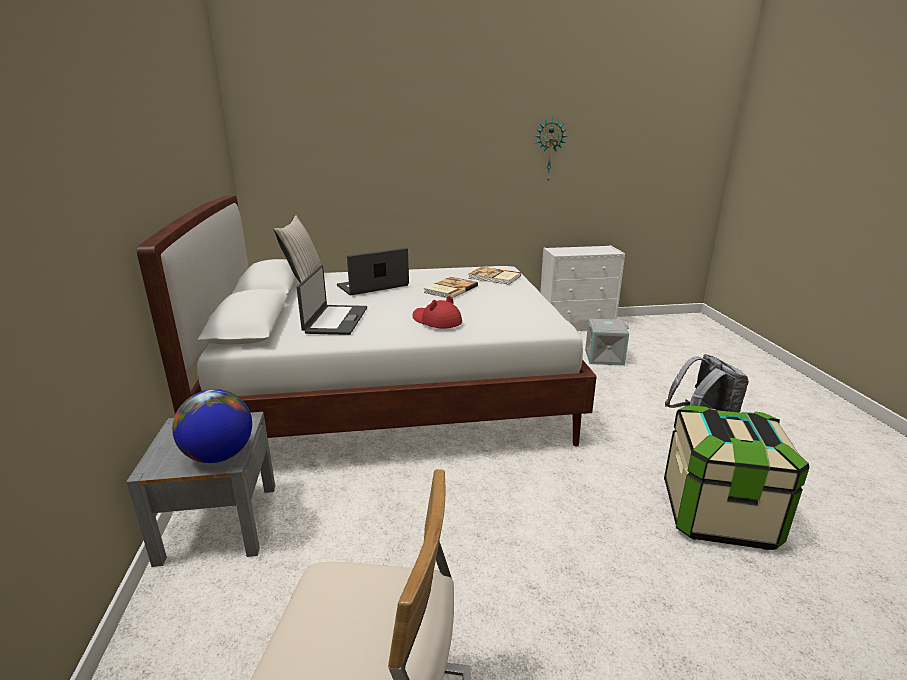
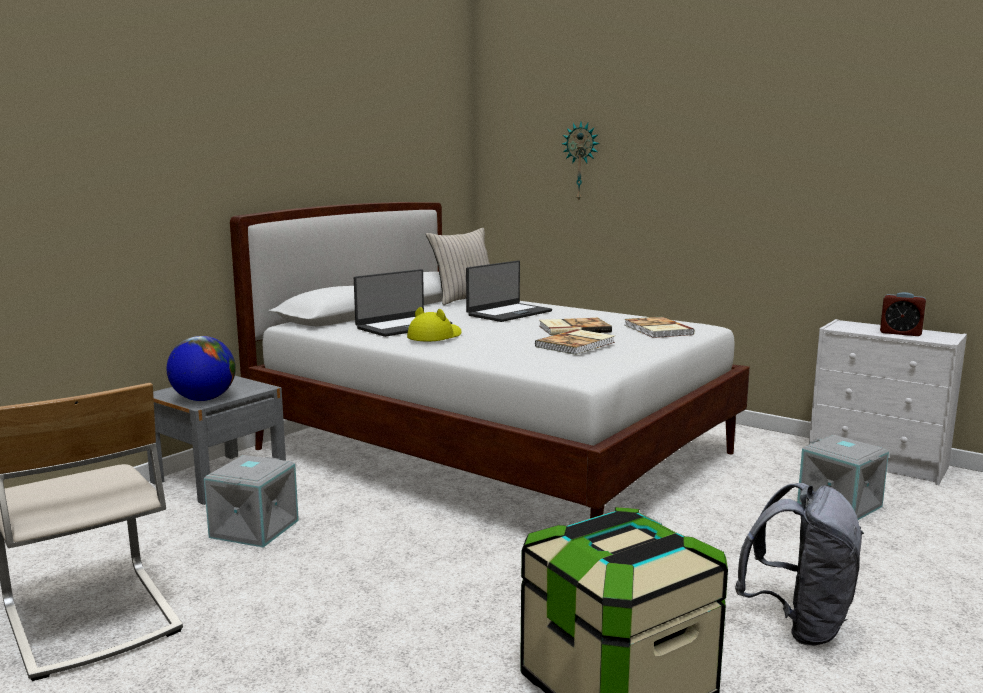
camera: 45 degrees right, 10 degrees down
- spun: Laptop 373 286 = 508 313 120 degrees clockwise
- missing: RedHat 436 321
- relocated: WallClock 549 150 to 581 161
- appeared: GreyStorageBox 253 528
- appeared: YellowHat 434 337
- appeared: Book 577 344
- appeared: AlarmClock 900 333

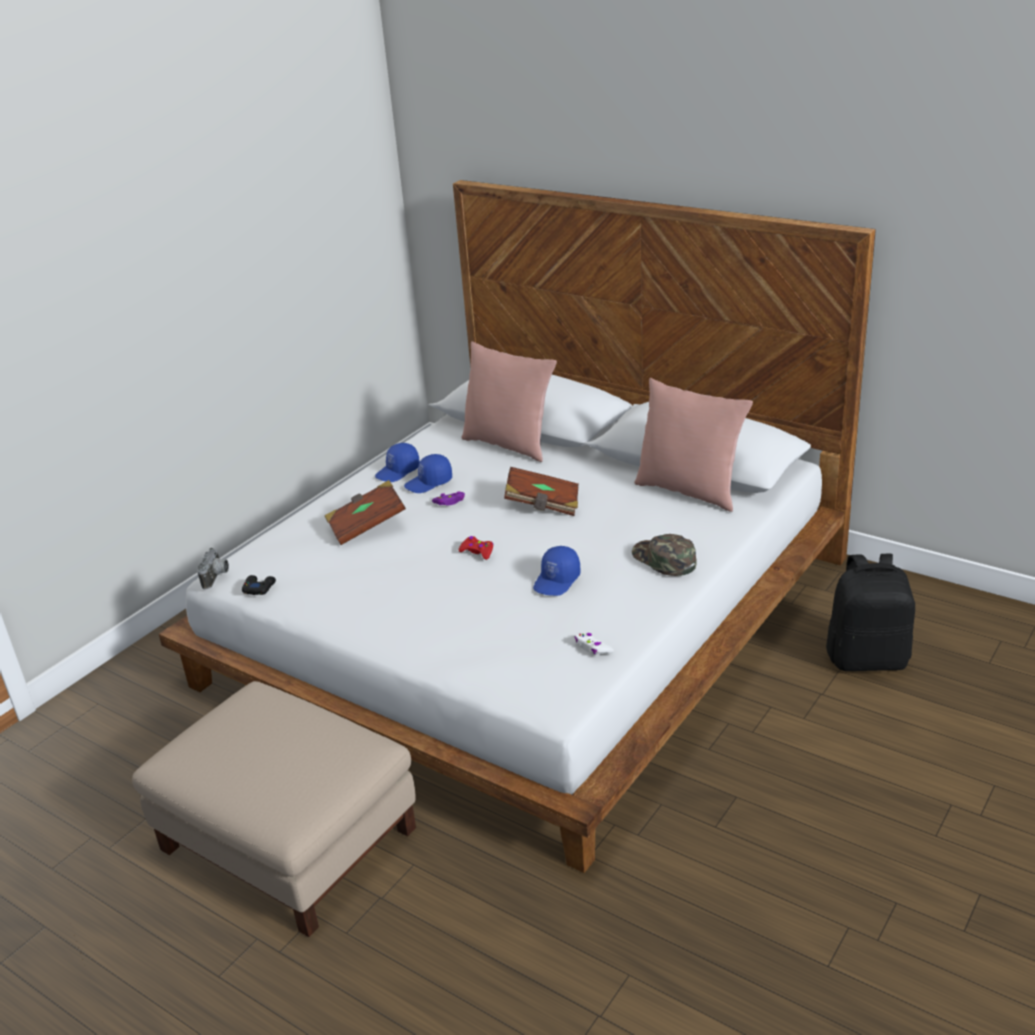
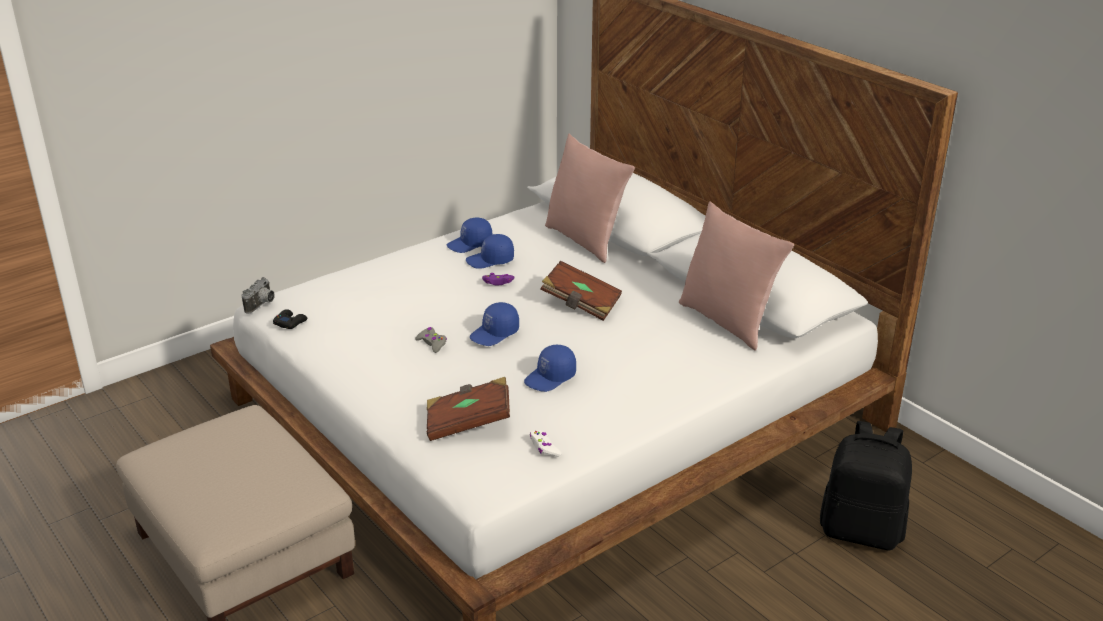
camera: 15 degrees right, 0 degrees up
- relocated: BrownBook 367 526 to 468 423
- exchanged: RedGameController 477 551 to BlueCap 495 334
- missing: GreenCap 663 560
- appeared: GreyGameController 432 343

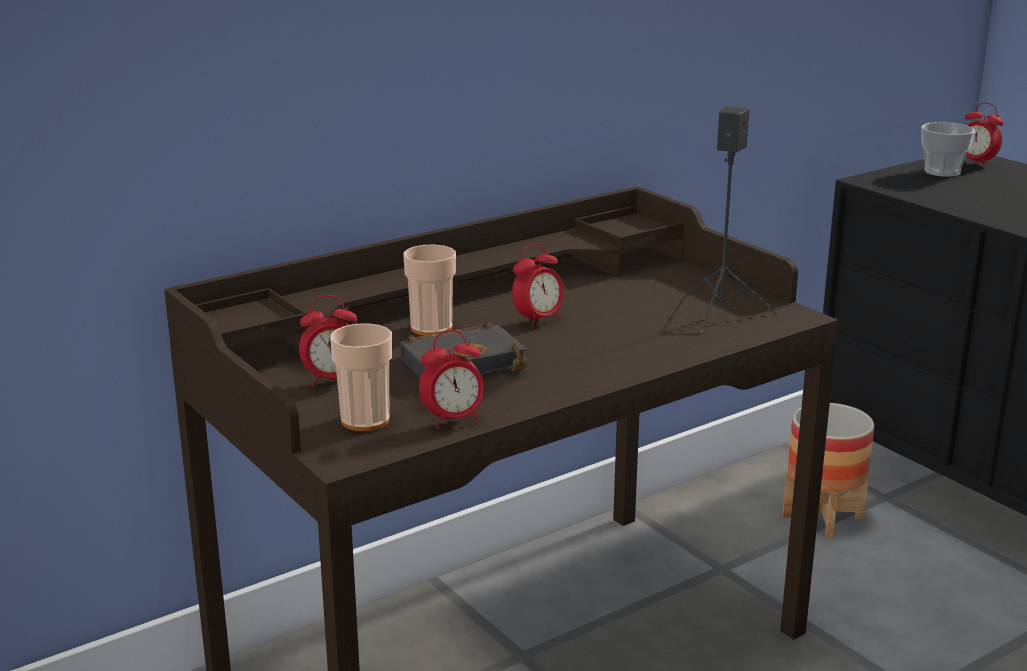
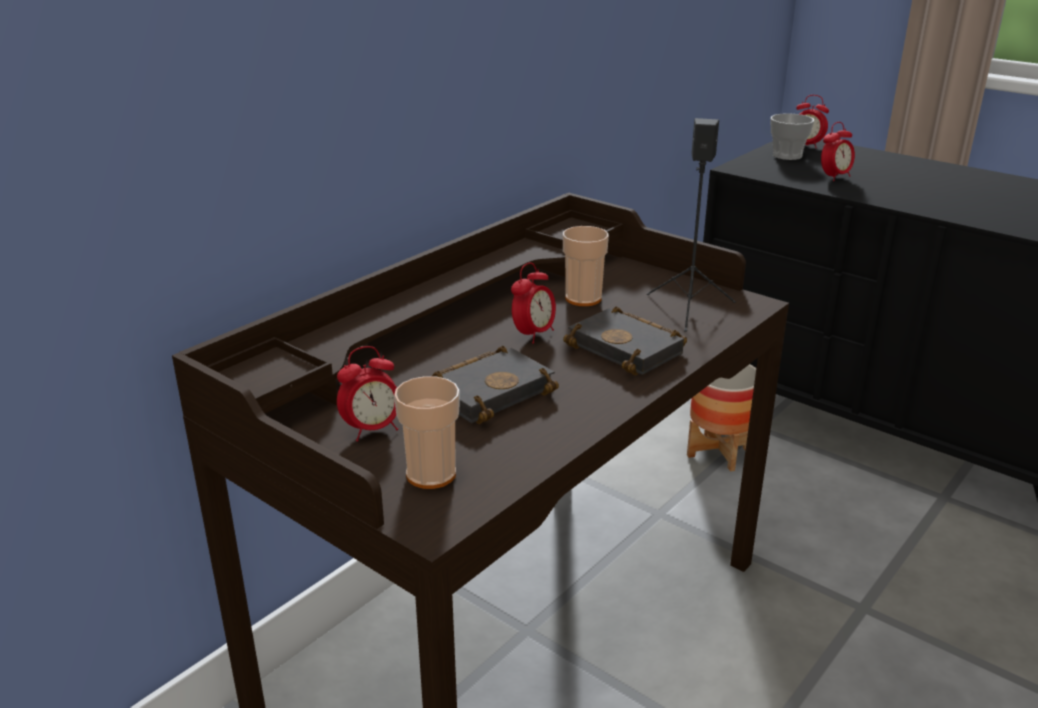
camera: 15 degrees left, 5 degrees up
- relocated: Cup 431 328 to 583 298
- relocated: AlarmClock 453 420 to 834 177
- appeared: BlackBook 629 349

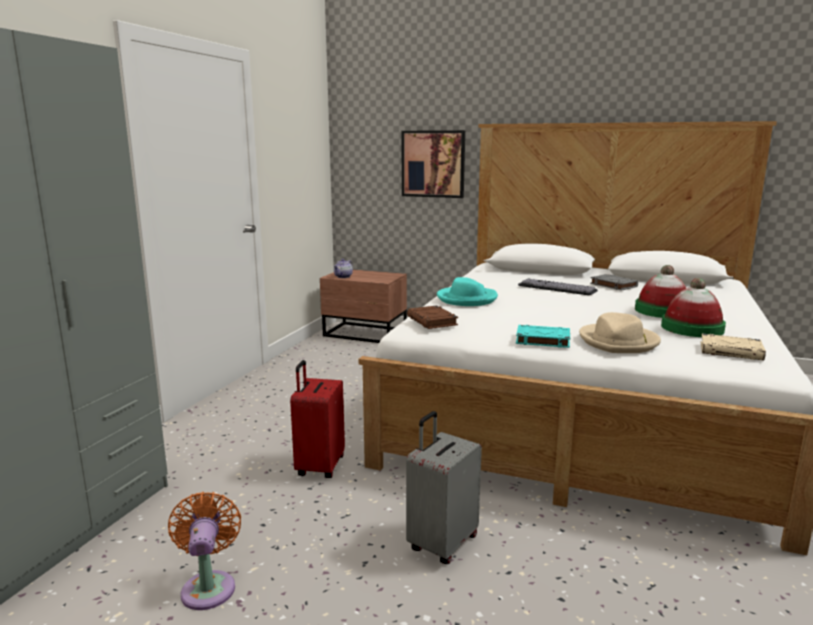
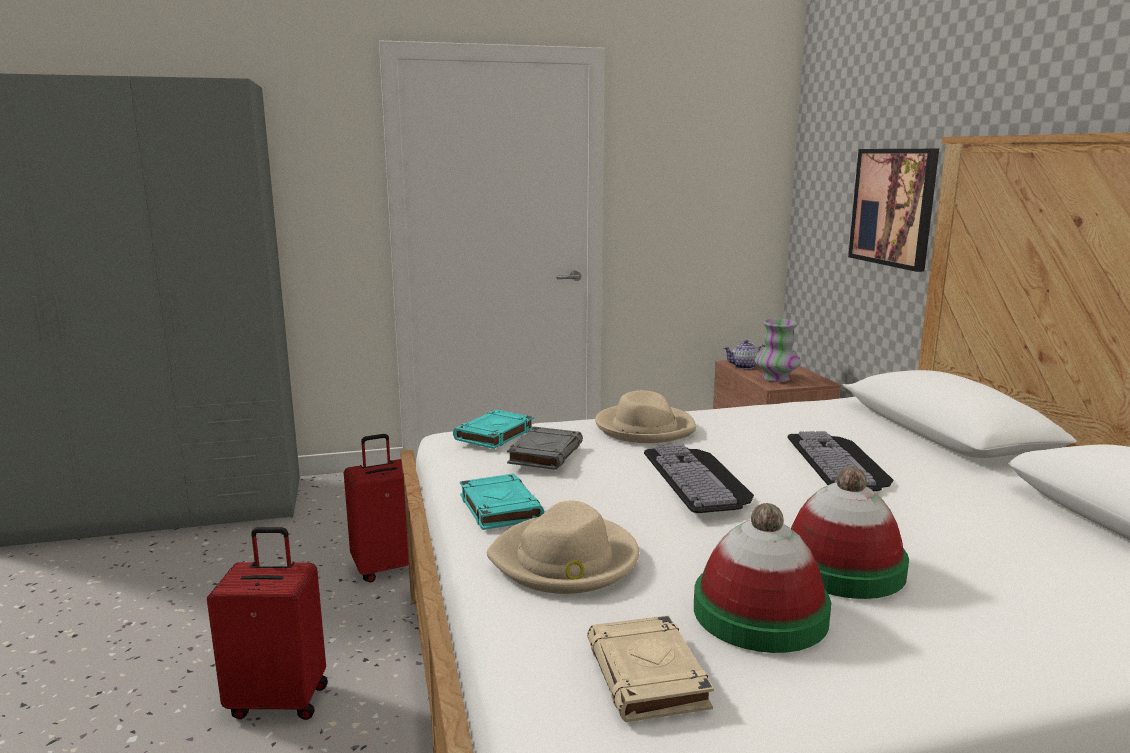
camera: 55 degrees right, 0 degrees up
- missing: OrangeFan 209 586
- colour: GreySuitcase 441 543 to RedSuitcase 279 700
- colour: BrownBook 432 321 to TurquoiseBook 494 434
- colour: TurquoiseHat 466 299 to BeigeHat 644 428
- relocated: GreyBook 612 285 to 545 453
- appeared: Keyboard 699 478
- appeared: Vase 775 378

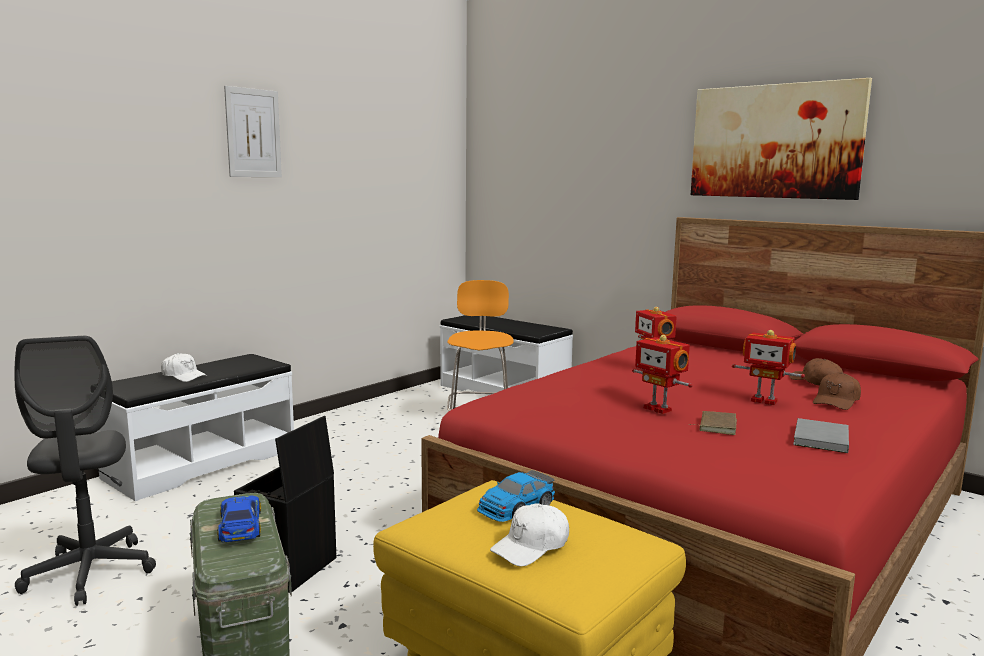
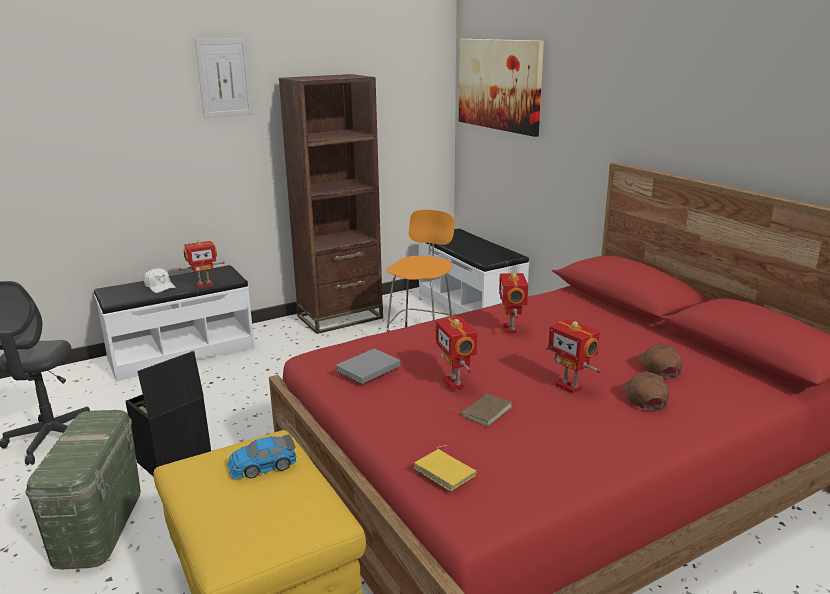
camera: 20 degrees right, 10 degrees up
- missing: ToyCar 240 527
- missing: WhiteCap 531 547
- relocated: Picture 774 141 to 499 84
- relocated: GreyBook 819 439 to 366 368
- spun: BrownCap 836 401 = 644 397 120 degrees clockwise
- appeared: ToyRobot 204 284
- appeared: BrownBookcase 340 317
- appeared: YellowBook 446 471

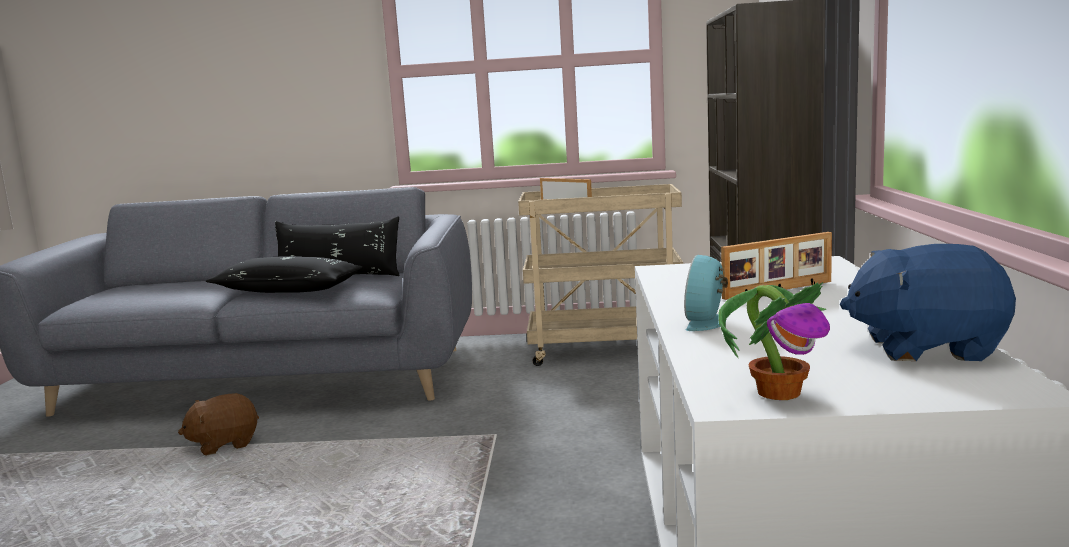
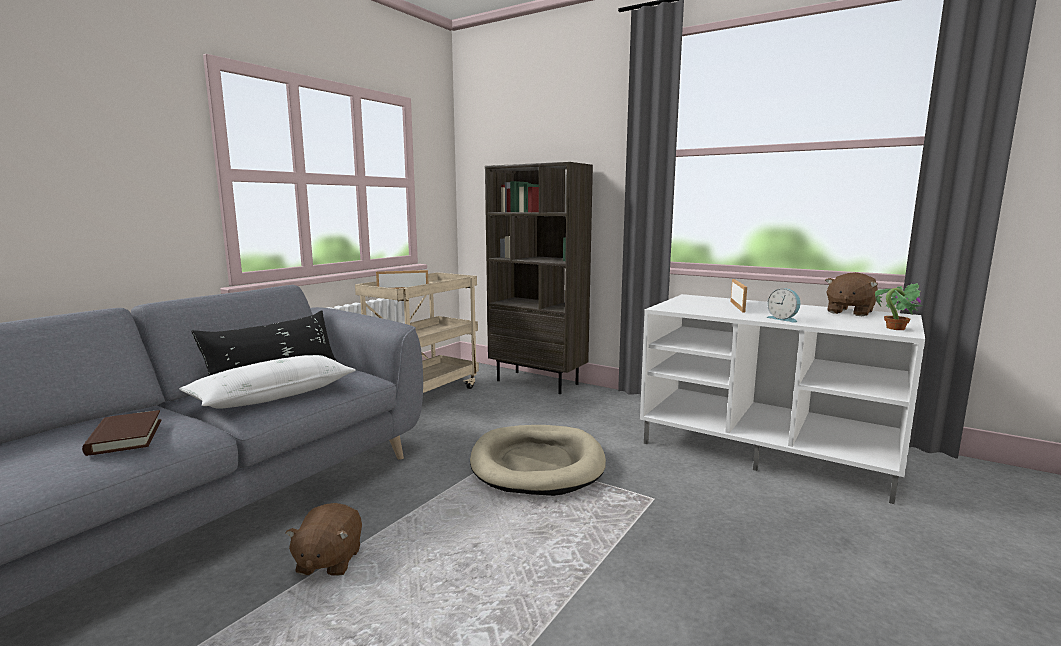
camera: 60 degrees left, 0 degrees up
- colour: BlackPillow 288 290 to WhitePillow 274 395
- colour: BluePlushToy 926 348 to BrownPlushToy 849 312
- appeared: BrownBook 125 437
- appeared: BeigeDogBed 537 464

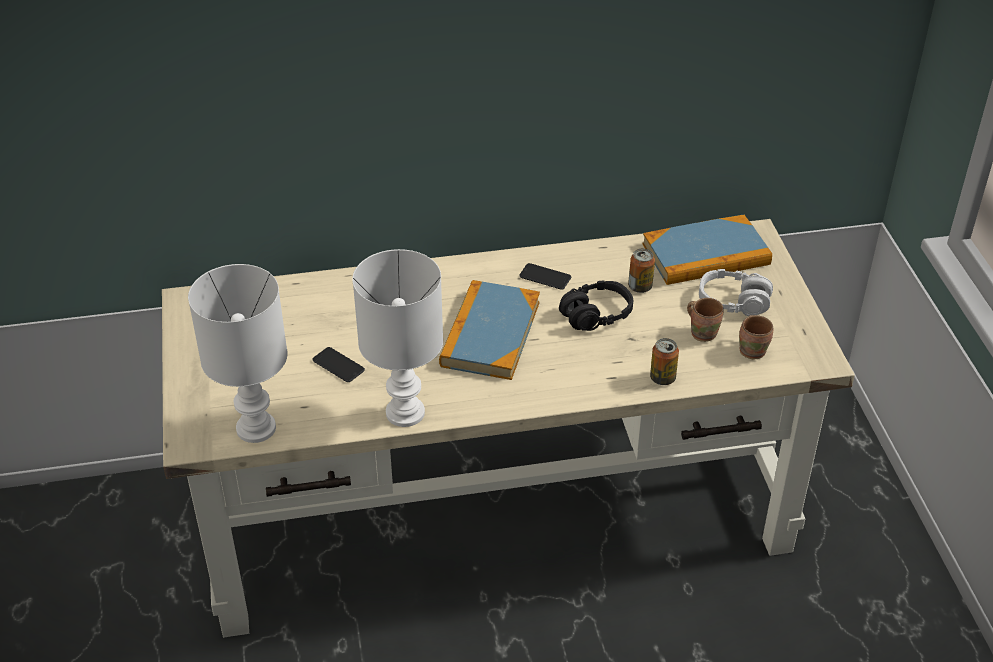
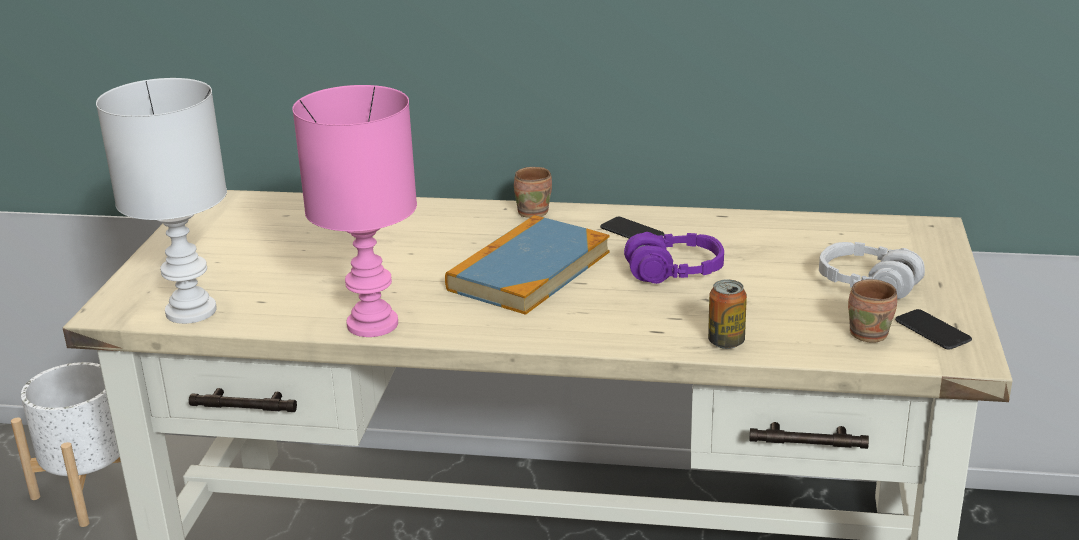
camera: 20 degrees right, 15 degrees down
- relocated: Phone 338 365 to 932 330
- colour: WhiteTableLamp 404 414 to PinkTableLamp 371 325
- colour: BlackHeadphones 596 315 to PurpleHeadphones 674 272
- missing: Can 640 287
- missing: Book 706 255
- relocated: BrownMug 703 332 to 533 211
- appeared: WhitePlanter 91 490

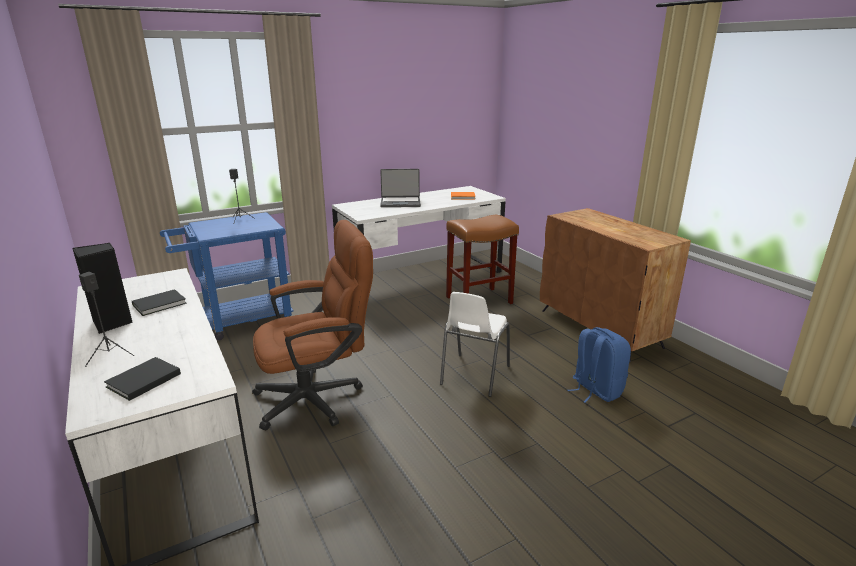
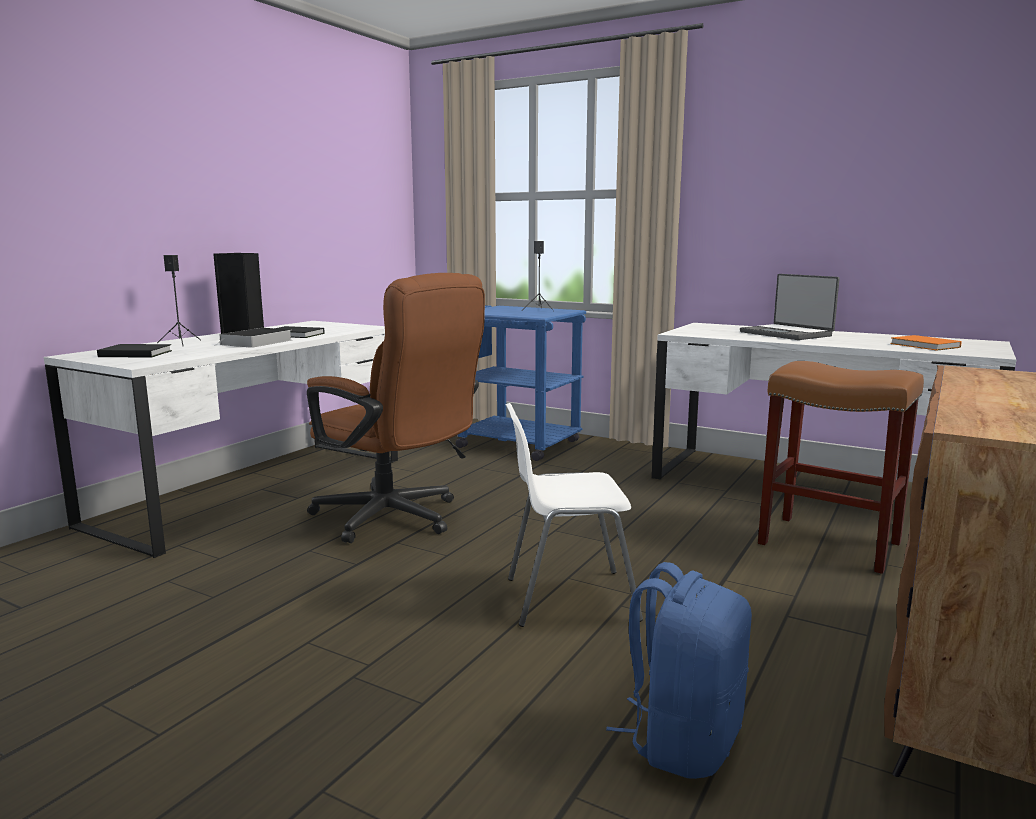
camera: 60 degrees right, 10 degrees down
- appeared: Book 256 342

